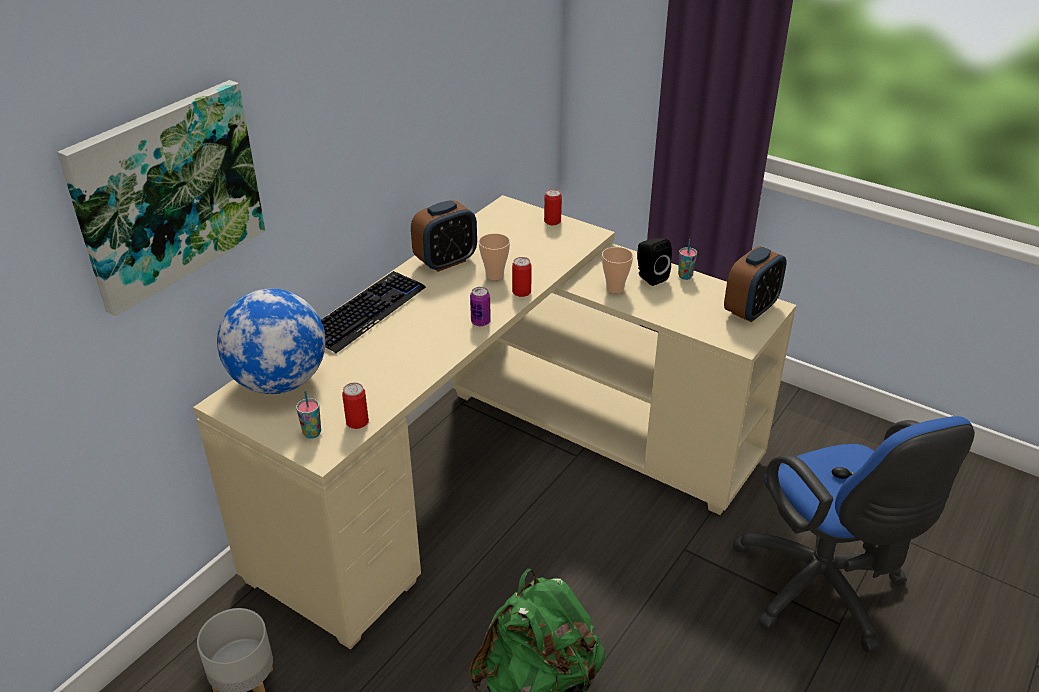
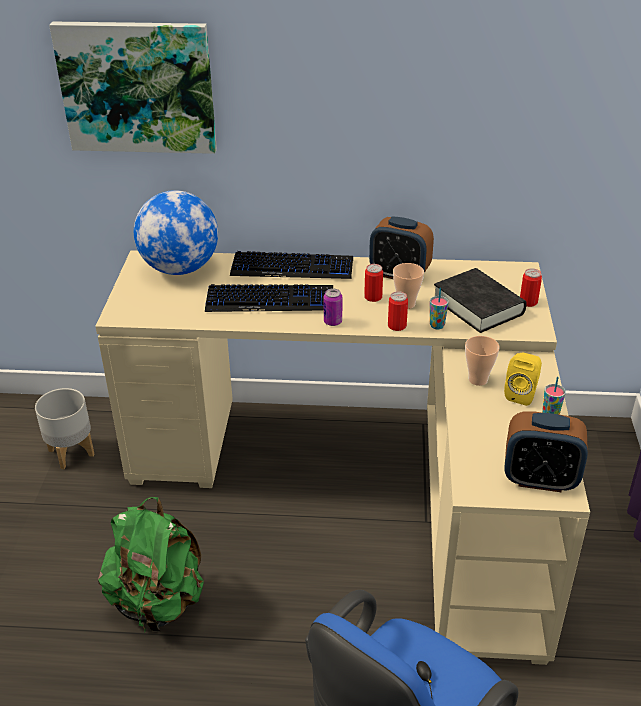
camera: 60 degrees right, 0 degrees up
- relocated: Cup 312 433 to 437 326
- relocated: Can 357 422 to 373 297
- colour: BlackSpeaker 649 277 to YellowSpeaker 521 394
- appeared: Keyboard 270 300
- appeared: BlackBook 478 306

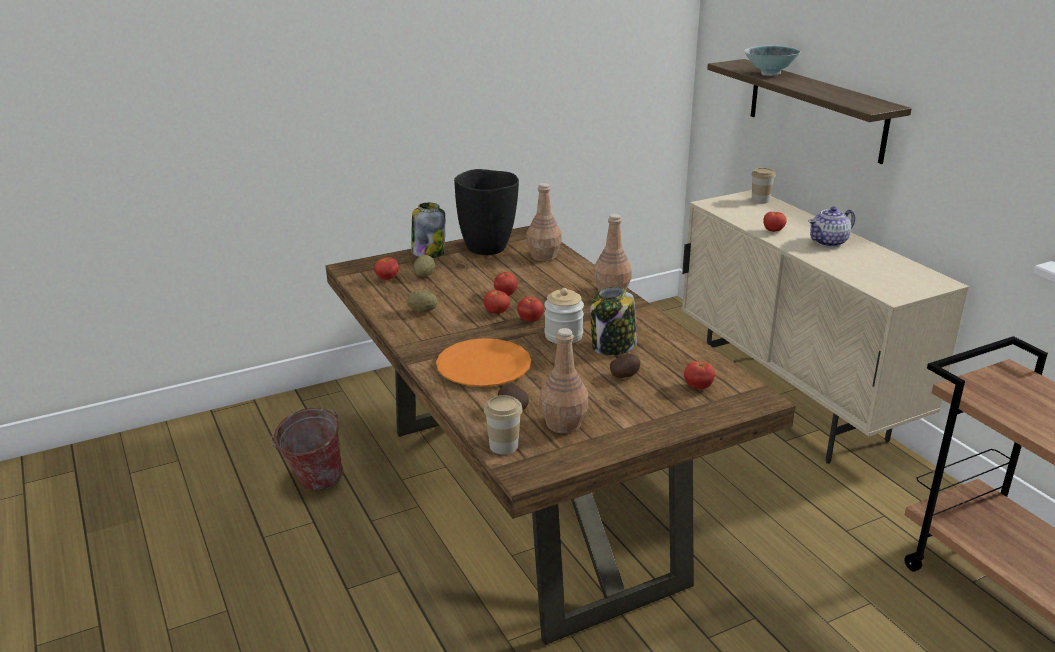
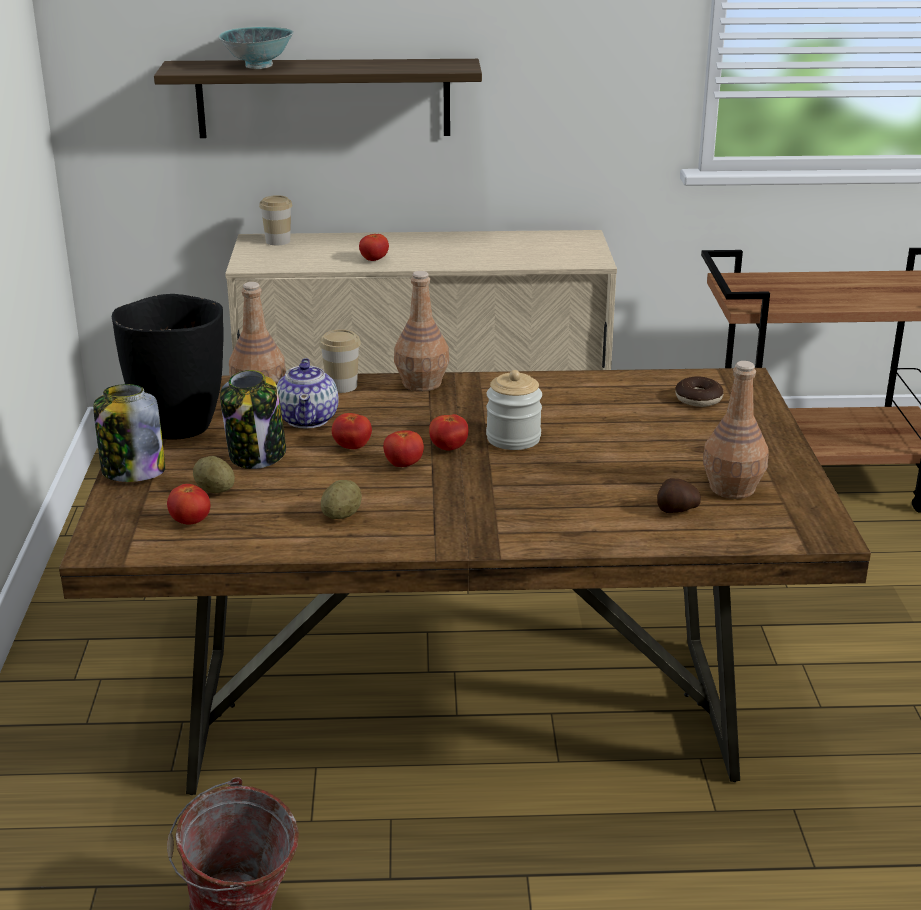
camera: 65 degrees left, 0 degrees up
- missing: OrangePlate 483 365
- relocated: Cup 503 446 to 341 386
- relocated: Jar 613 347 to 257 455
- missing: Potato 625 376
- exchanged: Tomato 698 387 to Donut 698 399
- relocated: Teapot 829 242 to 308 419

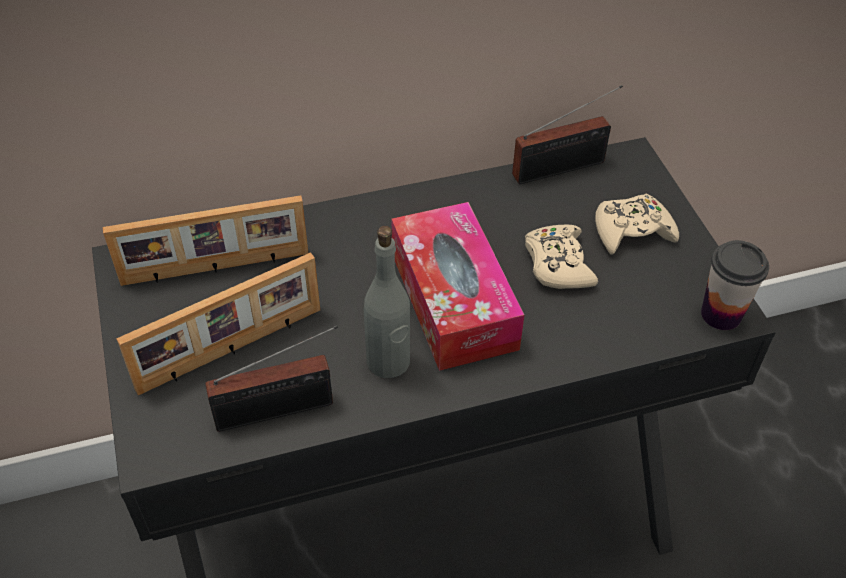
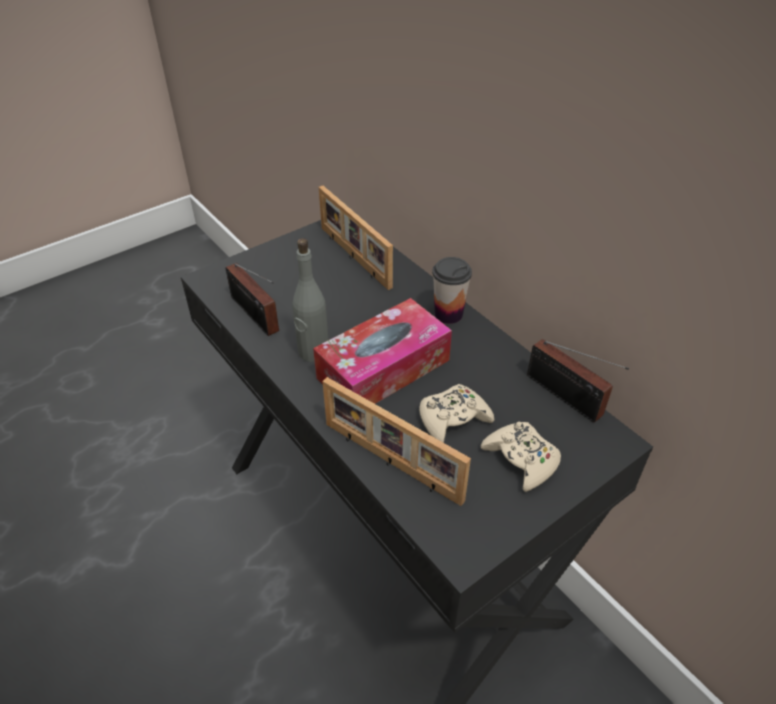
camera: 70 degrees right, 5 degrees down
- relocated: PictureFrame 232 350 to 390 463
- relocated: Cup 721 314 to 448 314

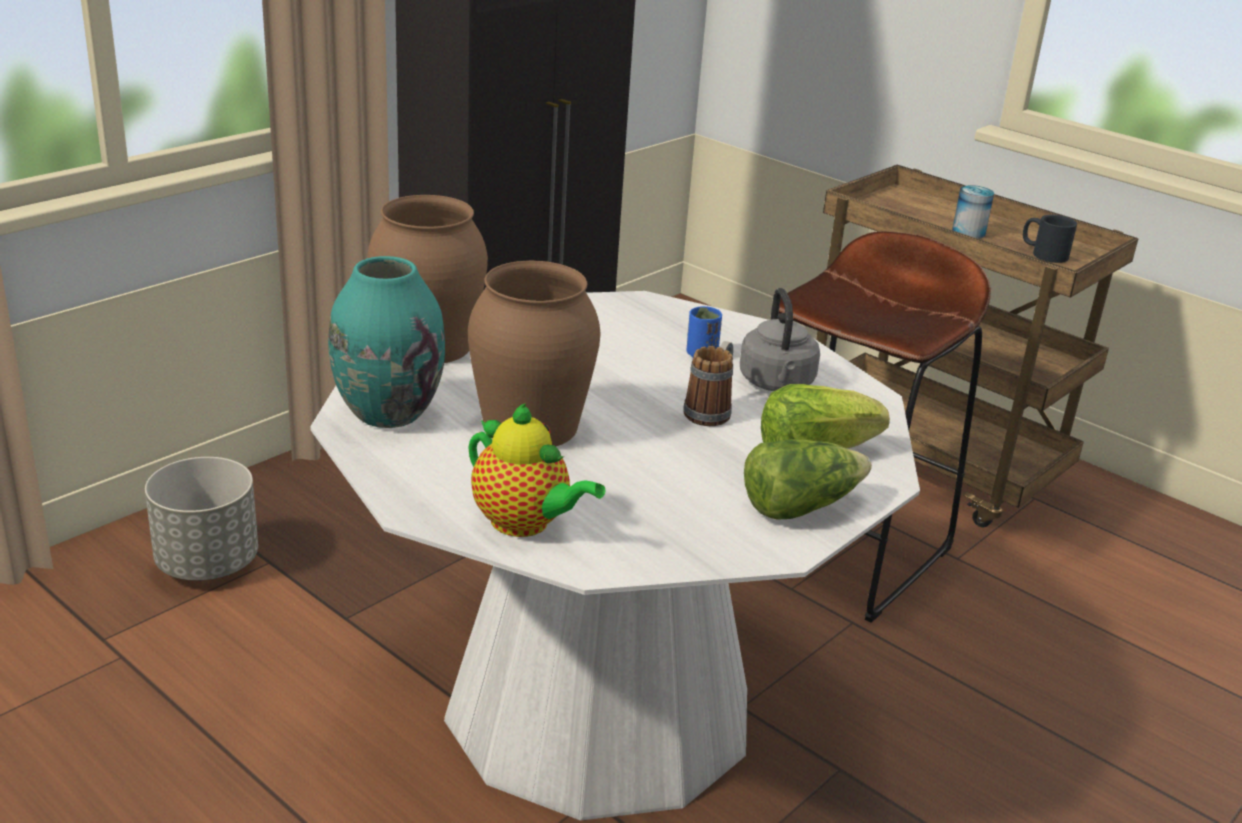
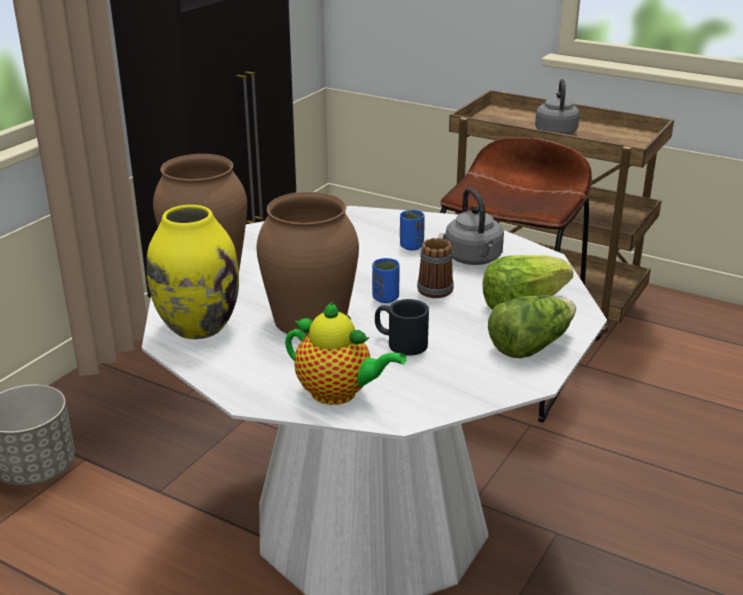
camera: 10 degrees left, 0 degrees up
- colour: TurquoiseVase 388 412 to YellowVase 198 326
- exchanged: Can 968 232 to GreyKettle 555 131
- relocated: BlackMug 1043 253 to 400 342
- appeared: BlueCup 385 298

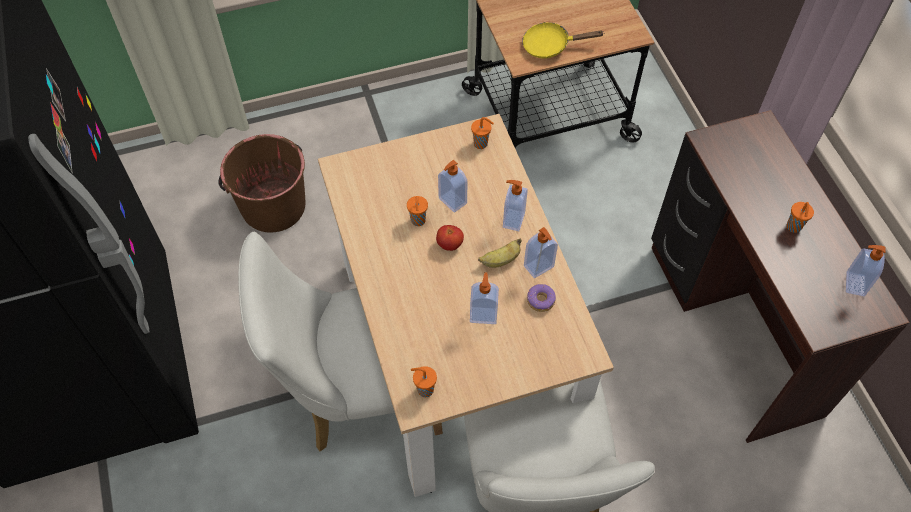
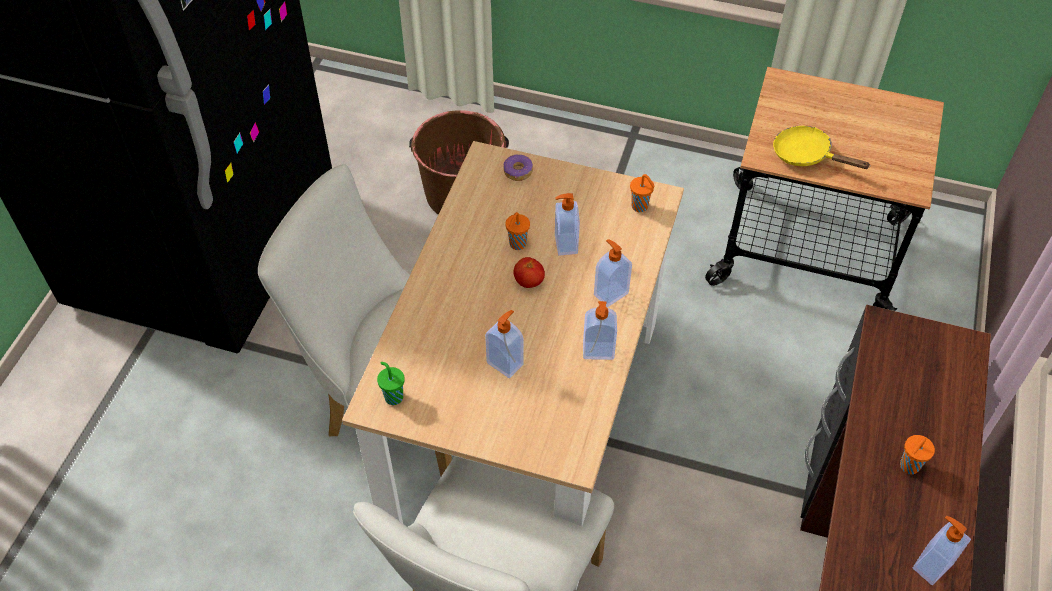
camera: 35 degrees right, 5 degrees down
- colour: OrangeCup 424 389 to GreenCup 393 396
- missing: Banana 500 261
- relocated: Donut 541 301 to 518 172

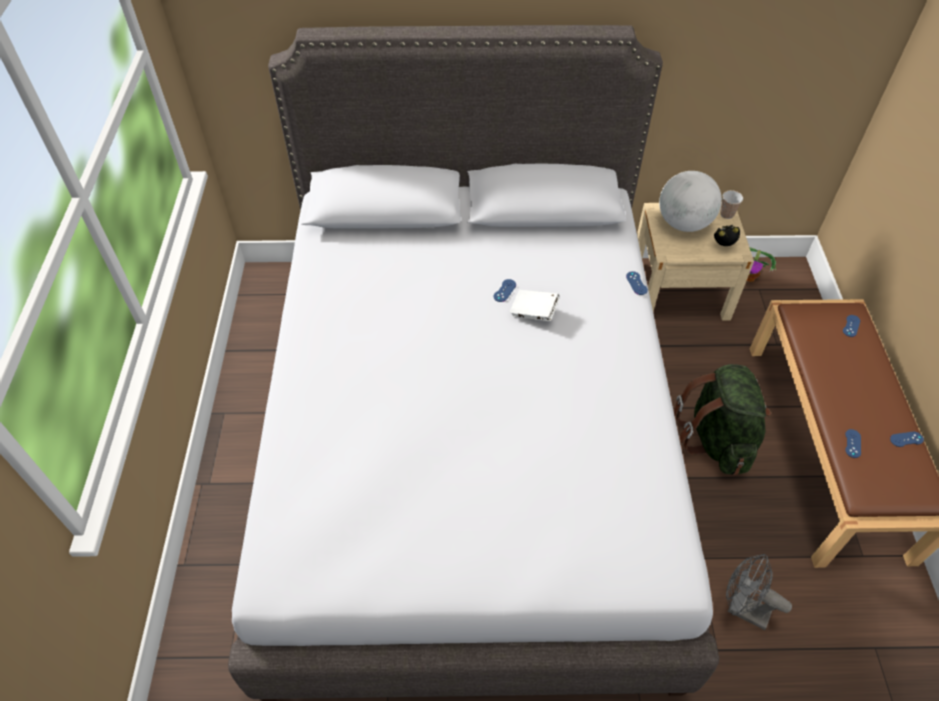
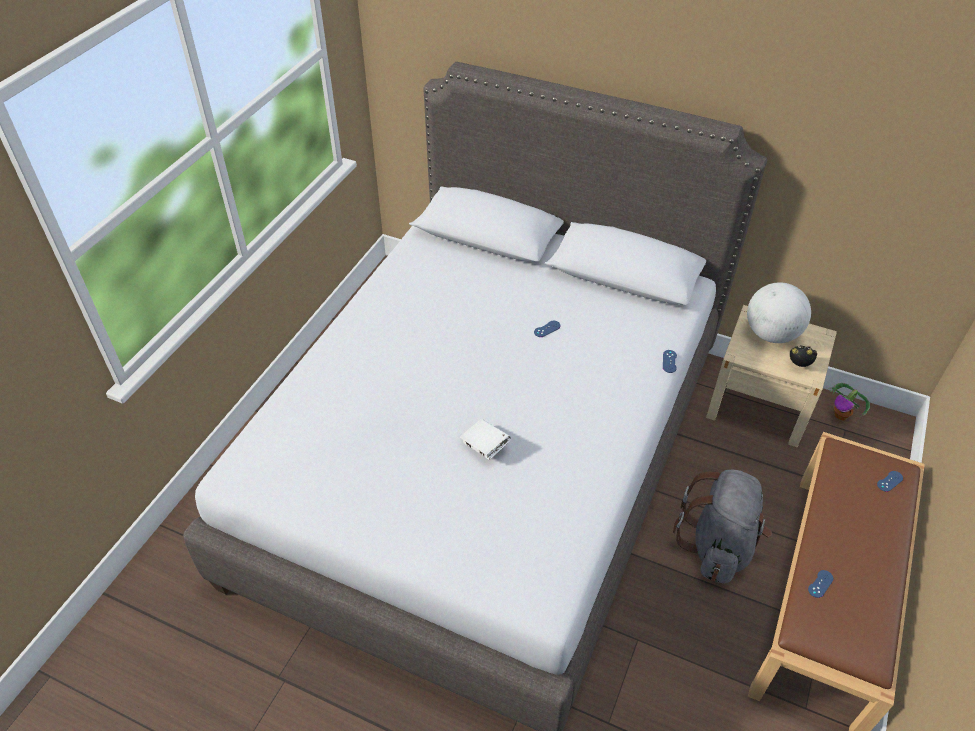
camera: 25 degrees right, 5 degrees down
- relocated: WhiteBook 533 313 to 485 446
- colour: GreenBackpack 716 439 to GreyBackpack 718 546
- missing: Cup 726 214
- missing: GreyFan 742 608
- missing: BlueGameController 906 439

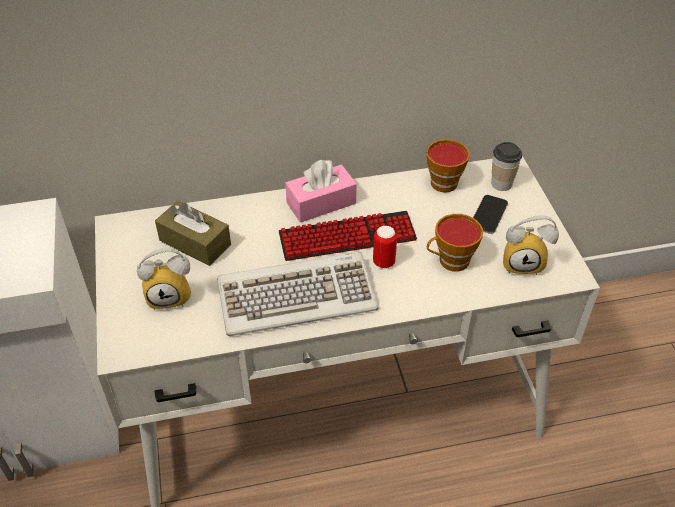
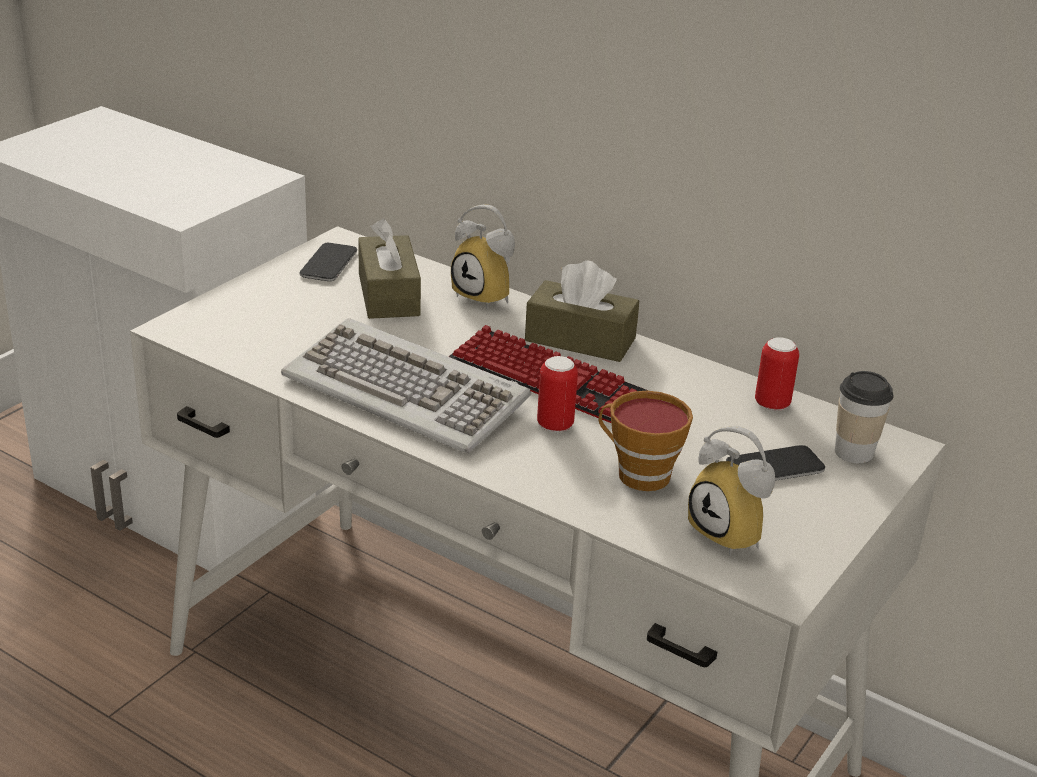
camera: 45 degrees right, 15 degrees down
- relocated: AlarmClock 171 295 to 488 296
- colour: PinkTissueBox 321 203 to BrownTissueBox 580 339
- exchanged: Cup 442 181 to Can 772 404
- appeared: Phone 328 264

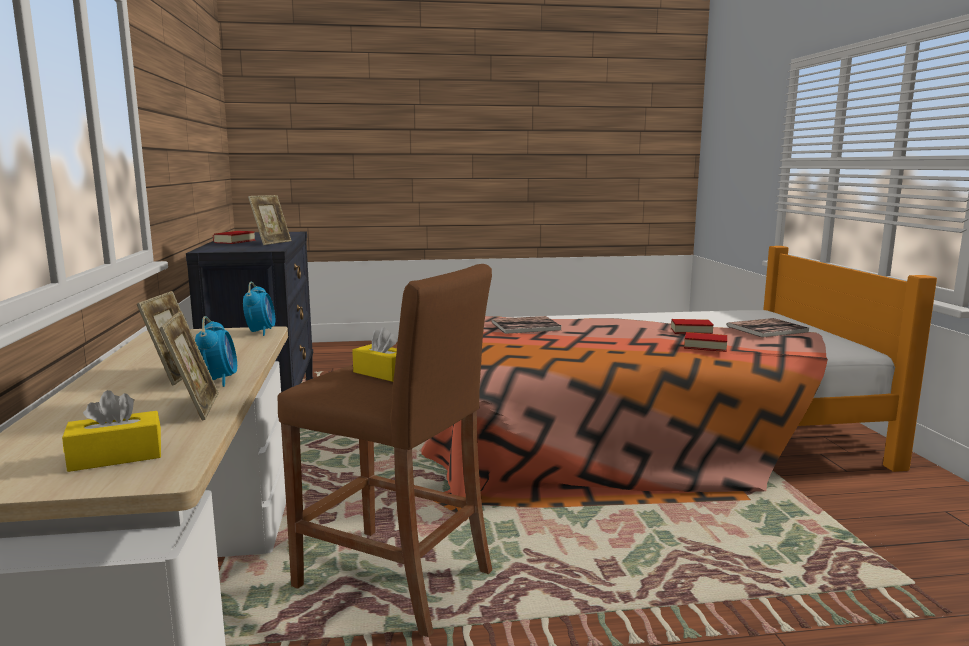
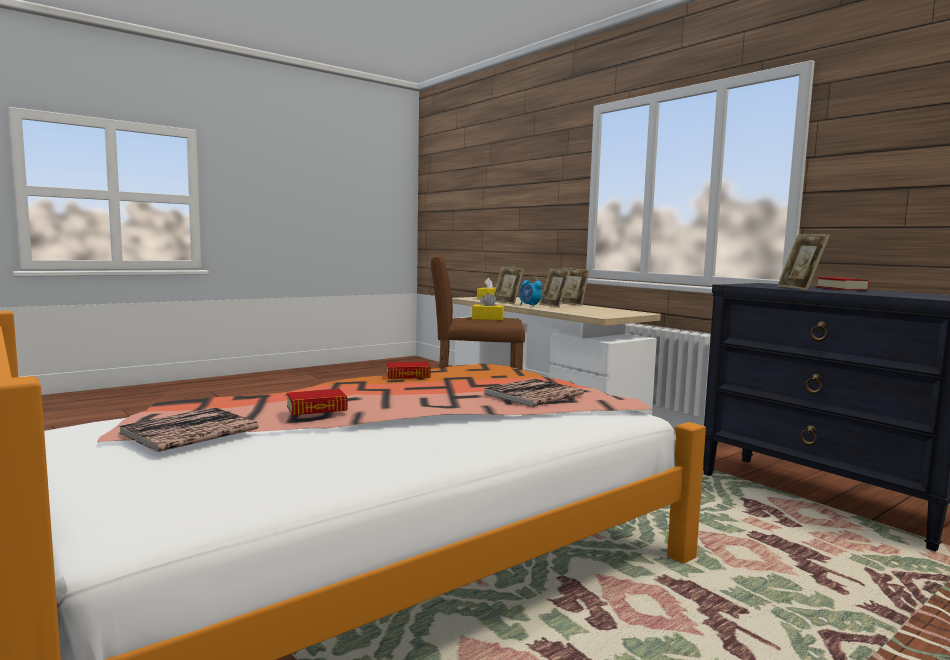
camera: 150 degrees right, 5 degrees down
- missing: AlarmClock 261 332
- relocated: Book 705 346 to 408 375
- appeared: PictureFrame 571 304

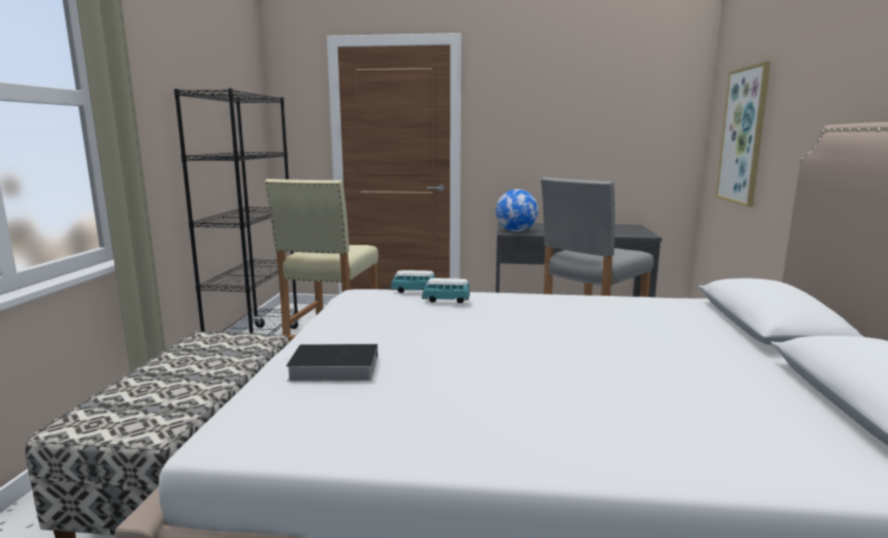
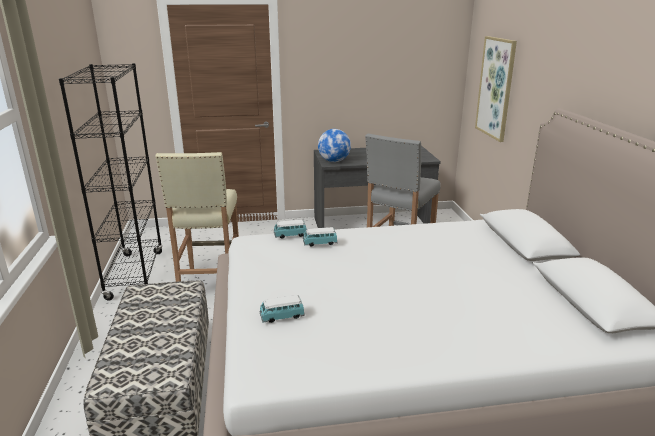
camera: 15 degrees left, 10 degrees up
- exchanged: Book 331 368 to ToyCar 282 317

